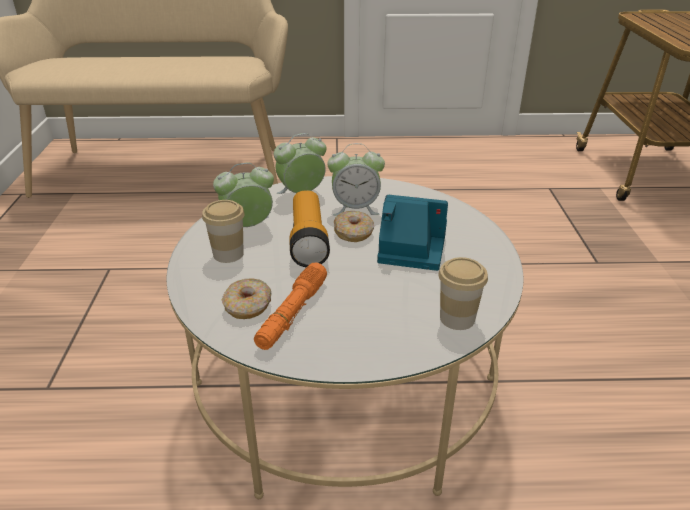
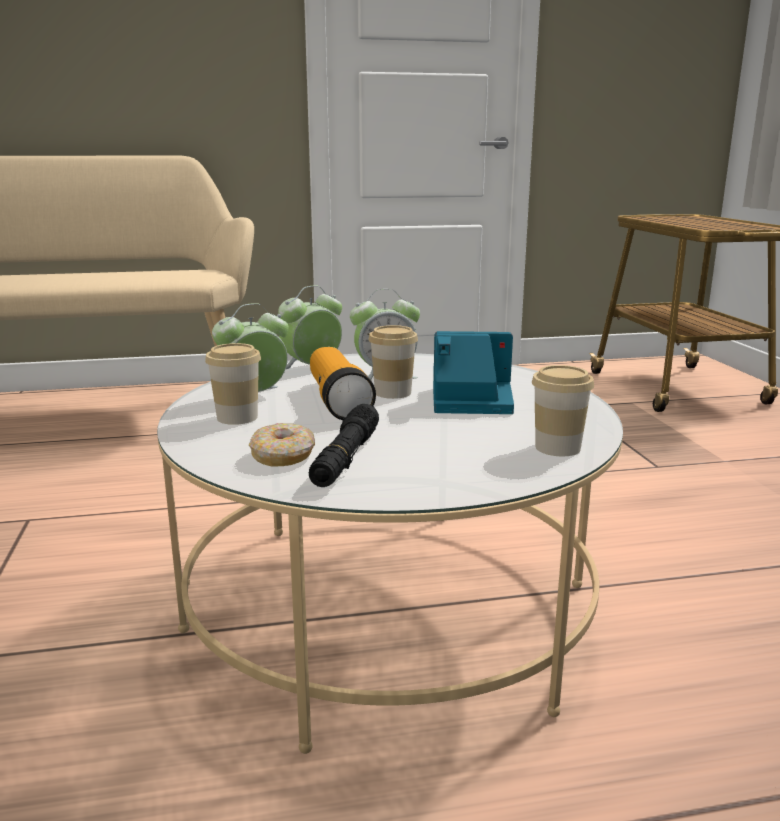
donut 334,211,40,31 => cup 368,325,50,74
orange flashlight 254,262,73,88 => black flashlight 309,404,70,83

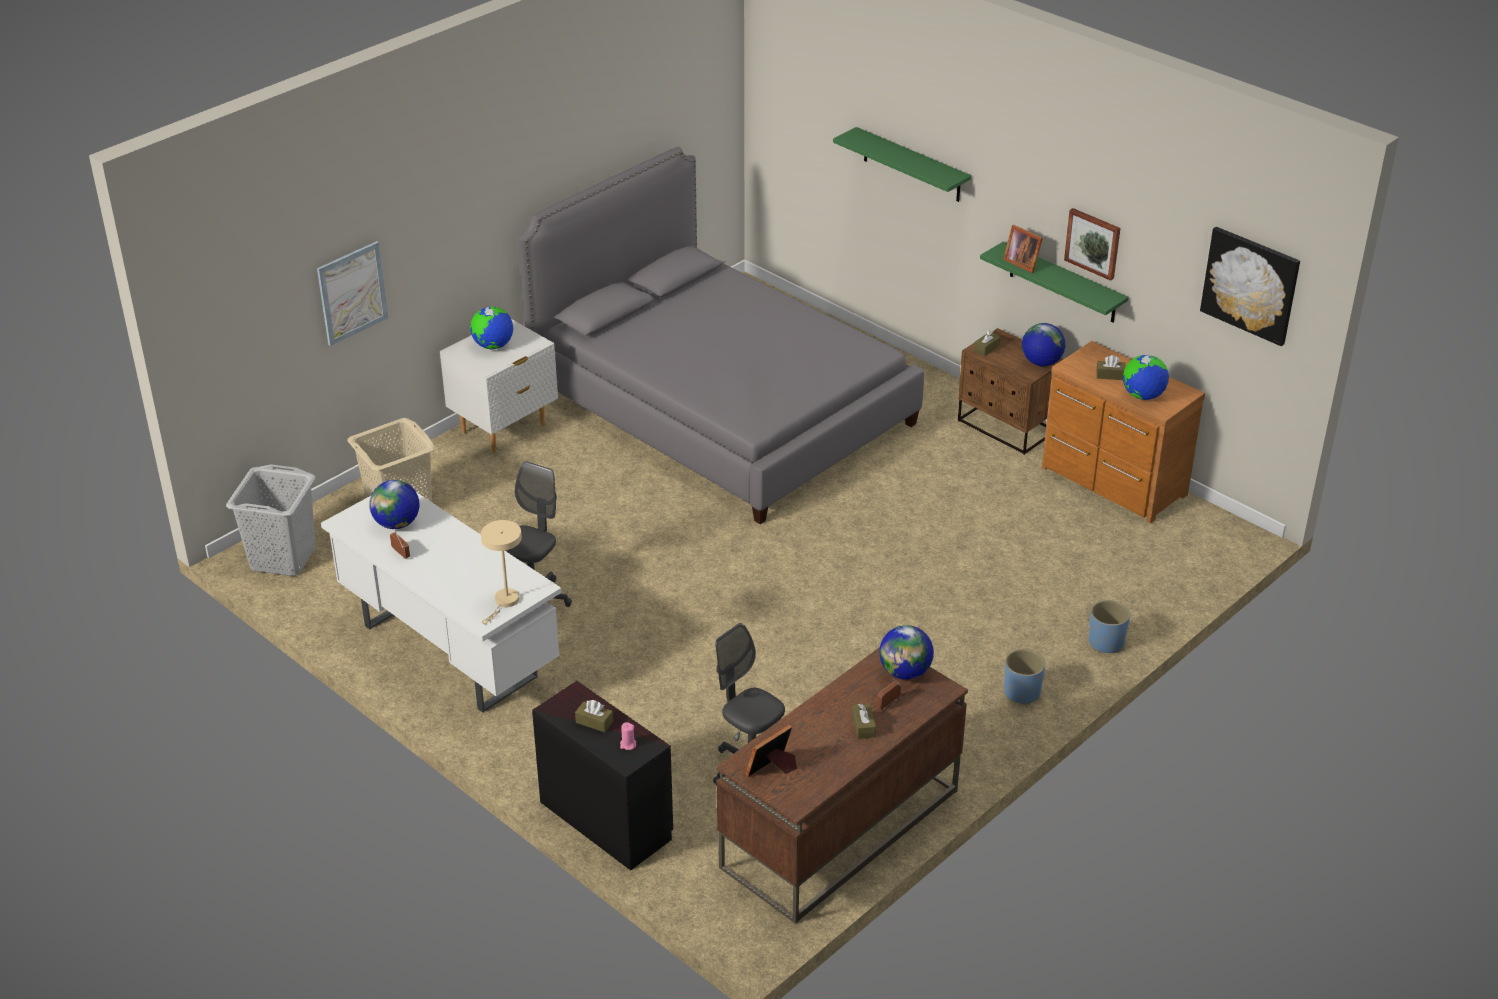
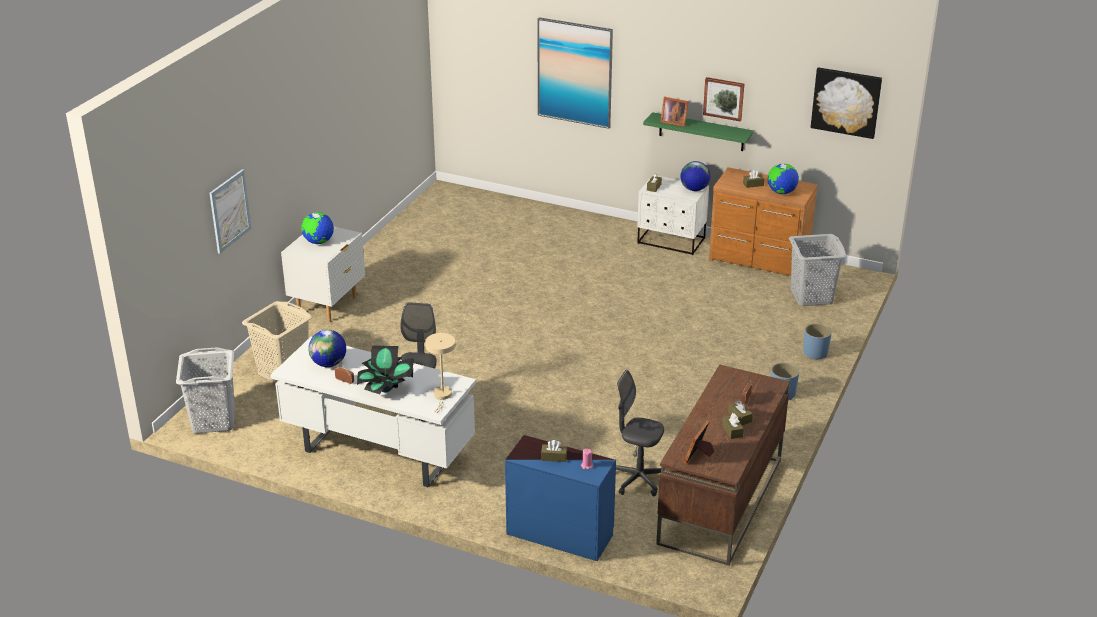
green shelf 833,127,138,75 => picture 537,17,76,112
grey bed 518,147,406,377 => nothing
brown nightstand 958,328,105,127 => white nightstand 637,175,72,80
globe 879,625,55,55 => nothing
black dresser 532,681,141,189 => blue dresser 505,435,111,126
nothing => grey laundry basket 789,234,58,72
nothing => potted plant 357,346,57,48
nothing => brown tissue box 722,413,22,26

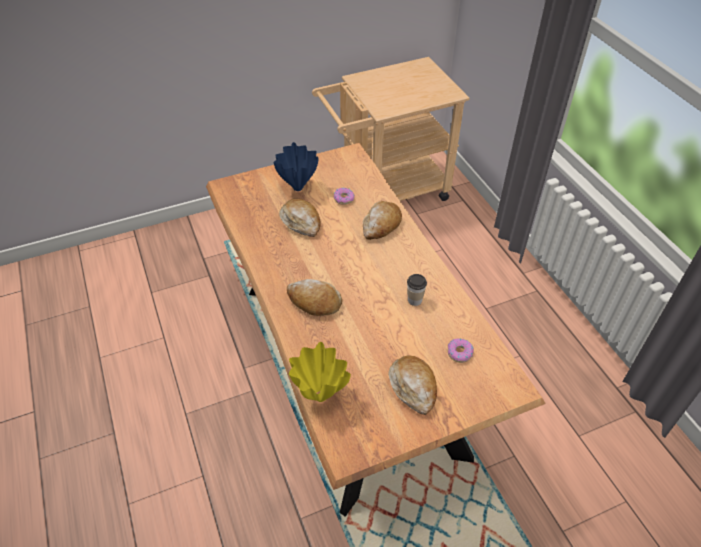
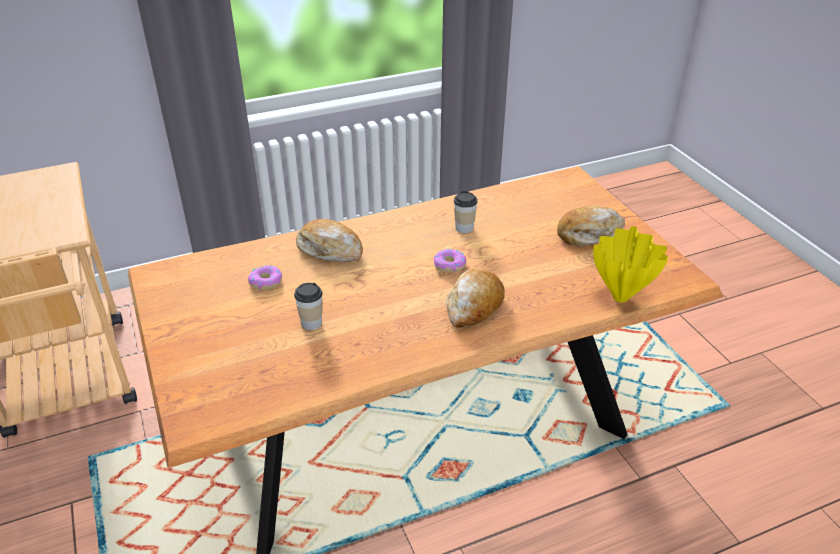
blue vase 274,142,45,49 => nothing
bread 279,199,42,38 => cup 294,283,28,47
donut 448,338,26,25 => donut 434,249,32,23, shifted

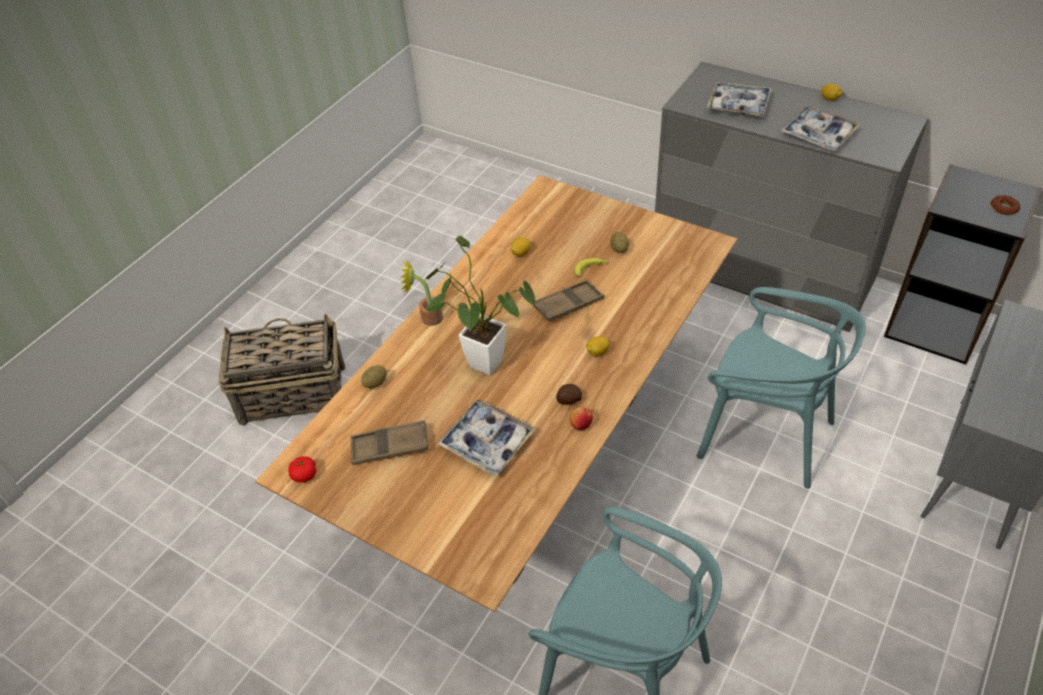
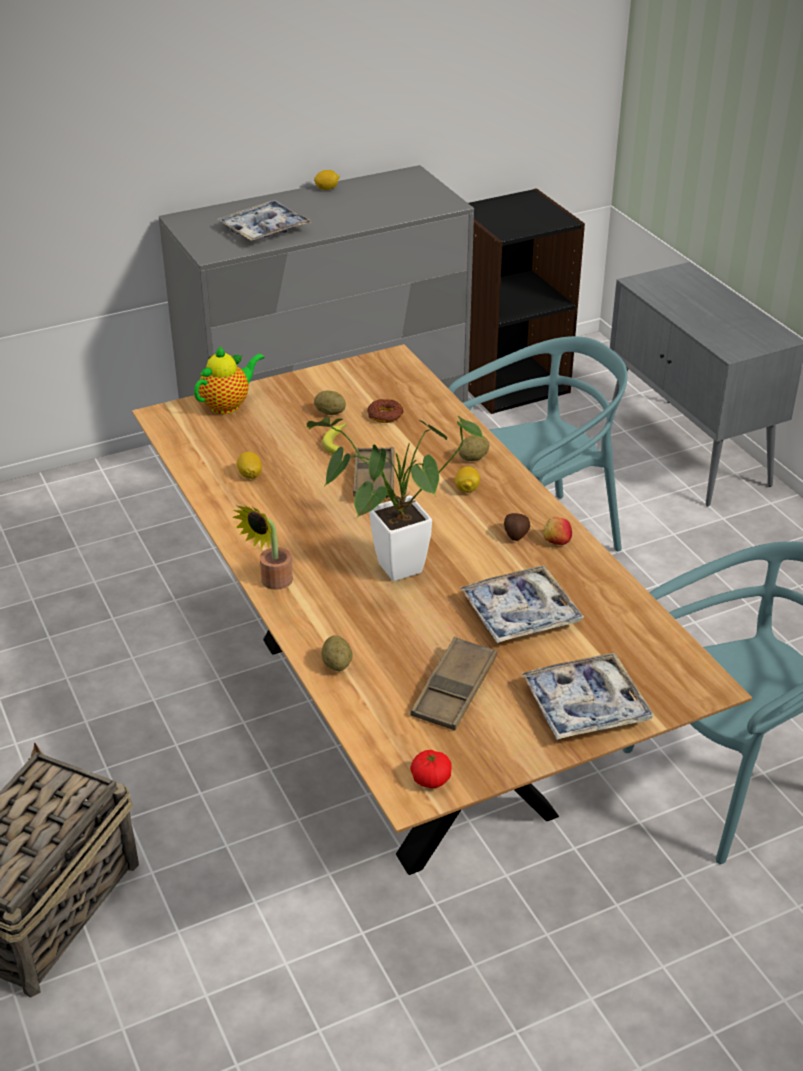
tray 781,106,80,45 => tray 521,653,133,87, shifted
donut 990,195,30,20 => donut 367,399,37,24, shifted
nothing => teapot 194,345,71,69
nothing => potato 458,435,31,26

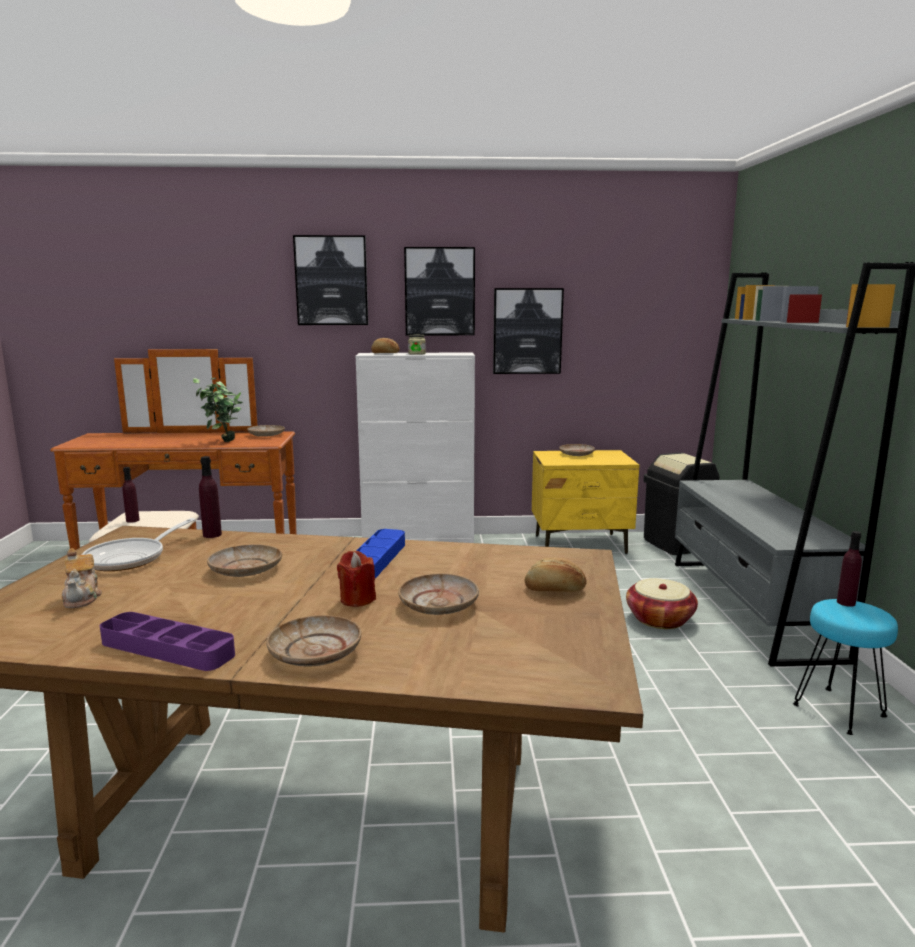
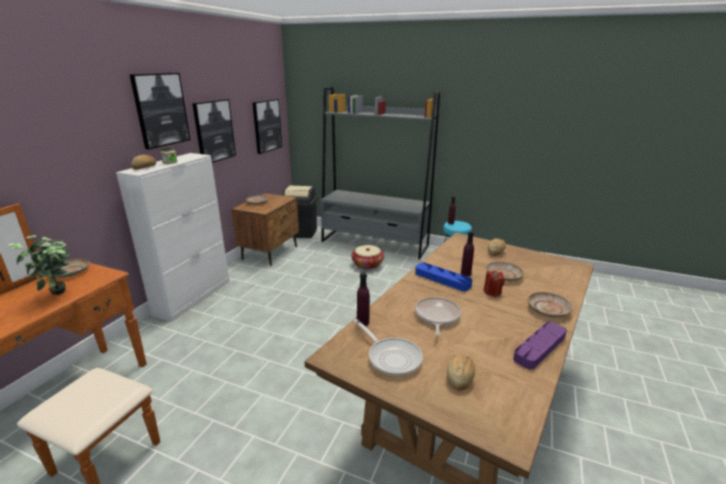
picture 293,235,75,90 => picture 252,99,30,55, shifted
yellow nightstand 532,450,107,104 => brown nightstand 231,193,68,73
purple bottle 122,467,18,56 => purple bottle 461,231,13,45, shifted
beige plate 207,544,75,33 => frying pan 415,297,46,39
teapot 62,548,40,60 => bread 447,355,28,36

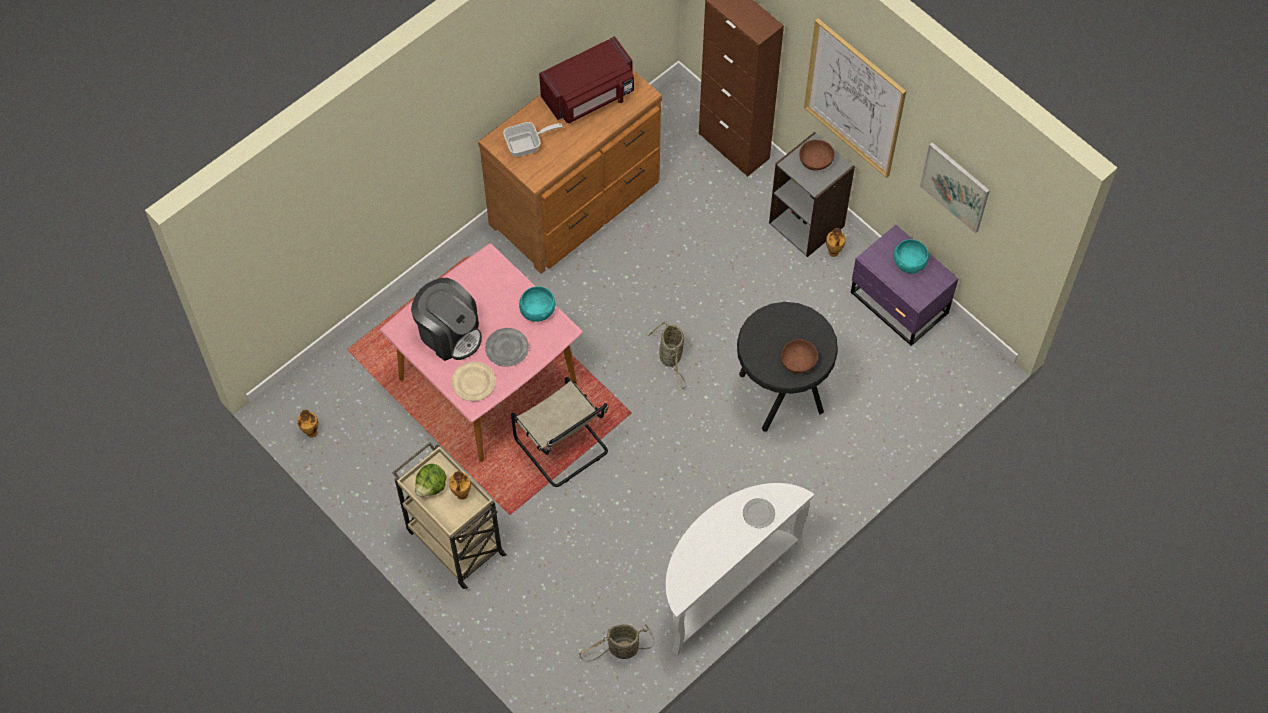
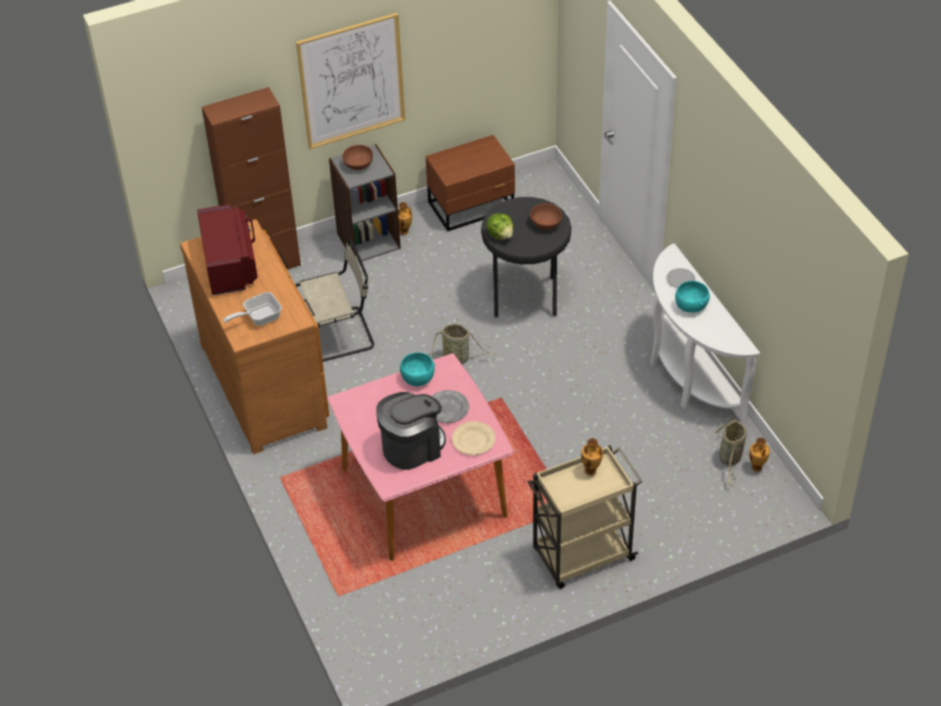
frying pan 503,122,60,35 => frying pan 223,292,59,34, 120 degrees counterclockwise
picture 920,142,70,91 => nothing
purple nightstand 851,225,108,121 => brown nightstand 426,135,89,97
turquoise bowl 894,239,35,35 => turquoise bowl 675,281,35,32, shifted
beige chair 511,377,97,110 => beige chair 295,240,79,122, shifted
vase 297,410,21,28 => vase 749,438,21,34, shifted
lettuce 415,464,31,33 => lettuce 487,213,27,27, shifted

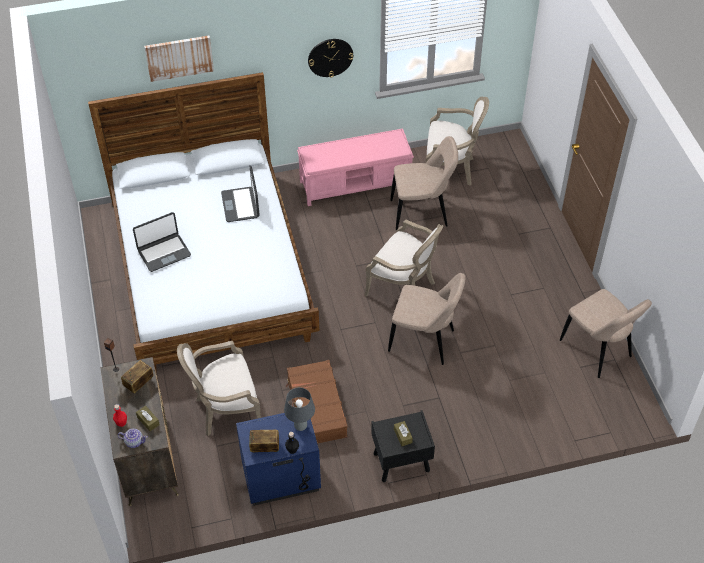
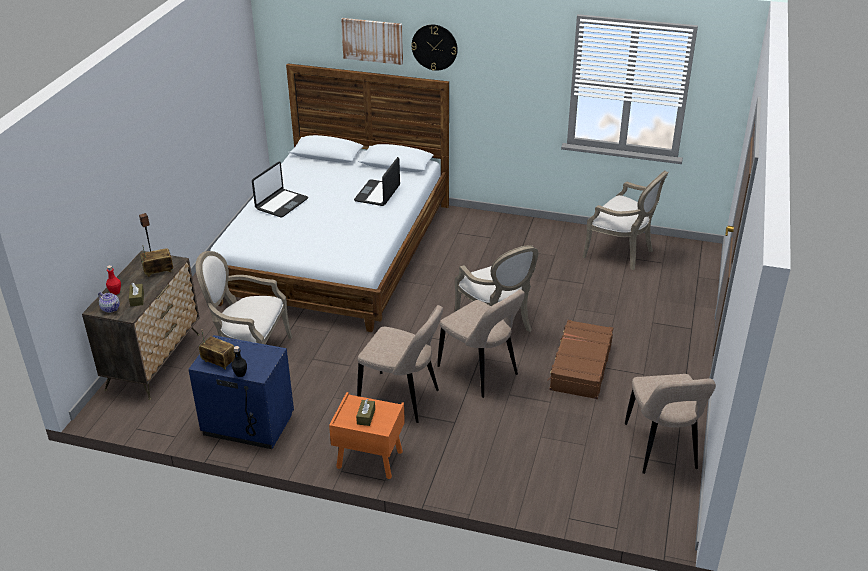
wall clock 308,39,45,39 => wall clock 411,25,47,46, shifted
pink bench 297,128,117,78 => nothing
beige chair 390,136,68,95 => beige chair 357,305,86,118, shifted
laptop 133,212,58,60 => laptop 252,162,56,55, 60 degrees counterclockwise
brown suitcase 286,360,62,83 => brown suitcase 547,320,66,79, shifted
grey table lamp 284,387,31,44 => nothing
black nightstand 371,410,64,72 => orange nightstand 329,392,76,87

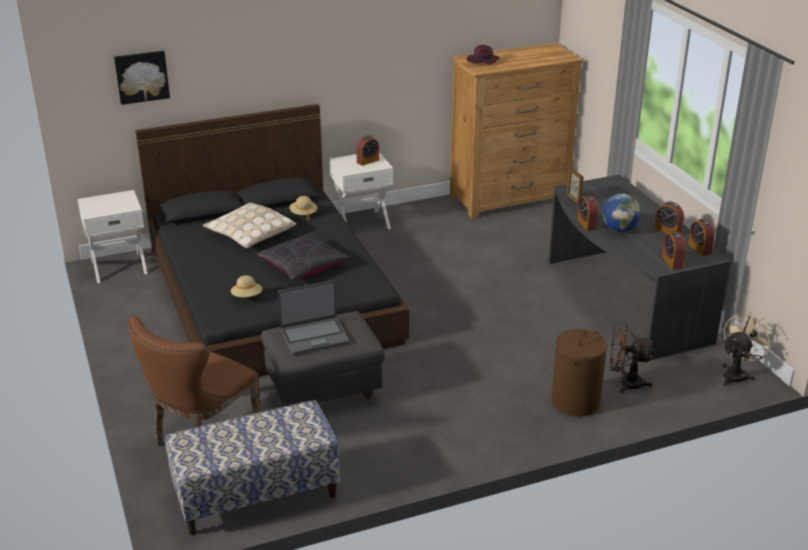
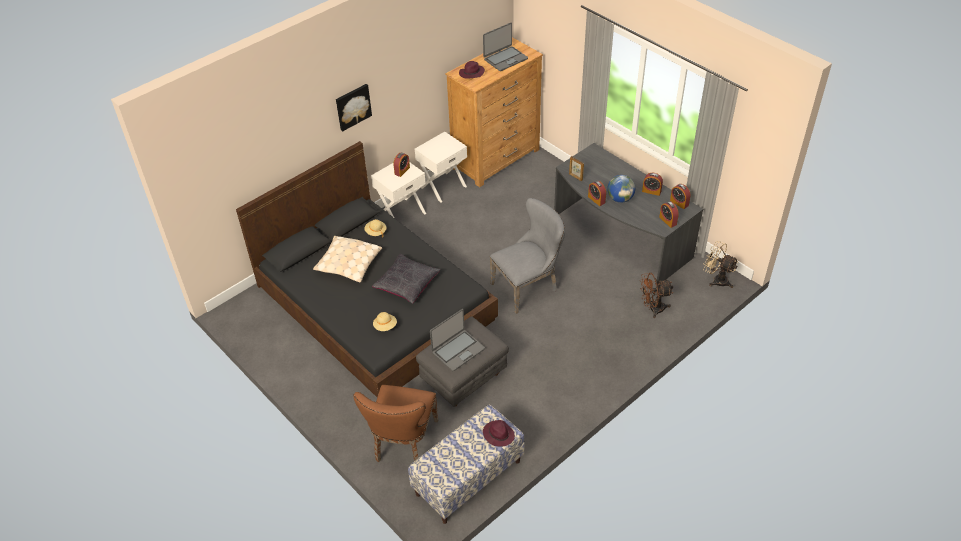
picture 114,51,56,54 => picture 336,84,36,47, shifted
white nightstand 77,190,70,93 => white nightstand 415,132,52,71, shifted
beige fan 723,312,51,74 => beige fan 703,241,36,47, 75 degrees counterclockwise
brown laundry basket 551,329,56,87 => nothing
nothing => laptop 483,23,45,48
nothing => grey chair 490,198,75,116
nothing => purple hat 483,420,32,27

